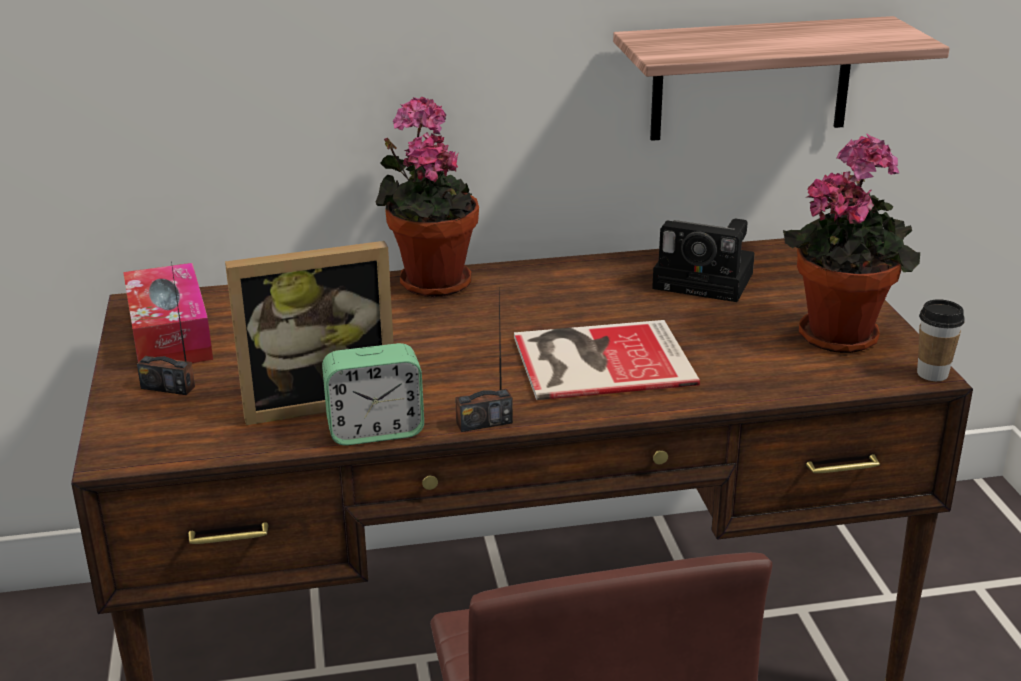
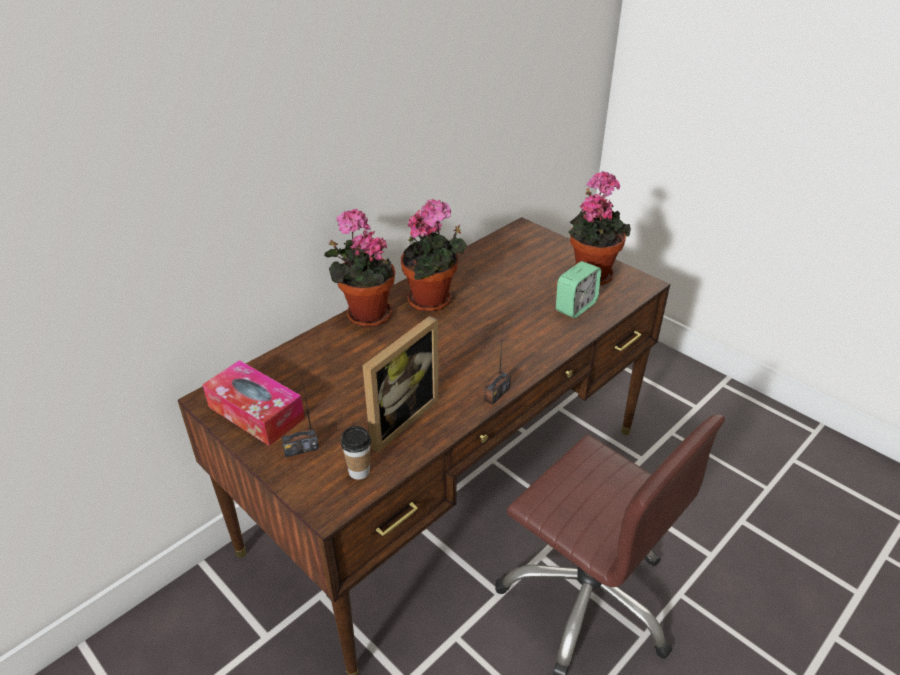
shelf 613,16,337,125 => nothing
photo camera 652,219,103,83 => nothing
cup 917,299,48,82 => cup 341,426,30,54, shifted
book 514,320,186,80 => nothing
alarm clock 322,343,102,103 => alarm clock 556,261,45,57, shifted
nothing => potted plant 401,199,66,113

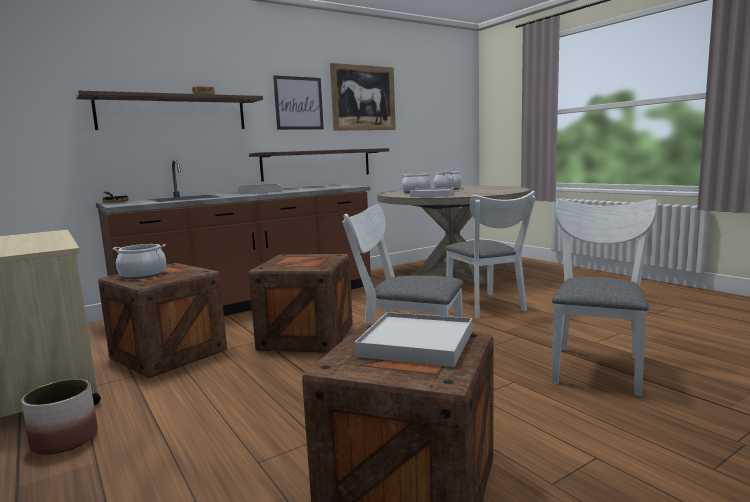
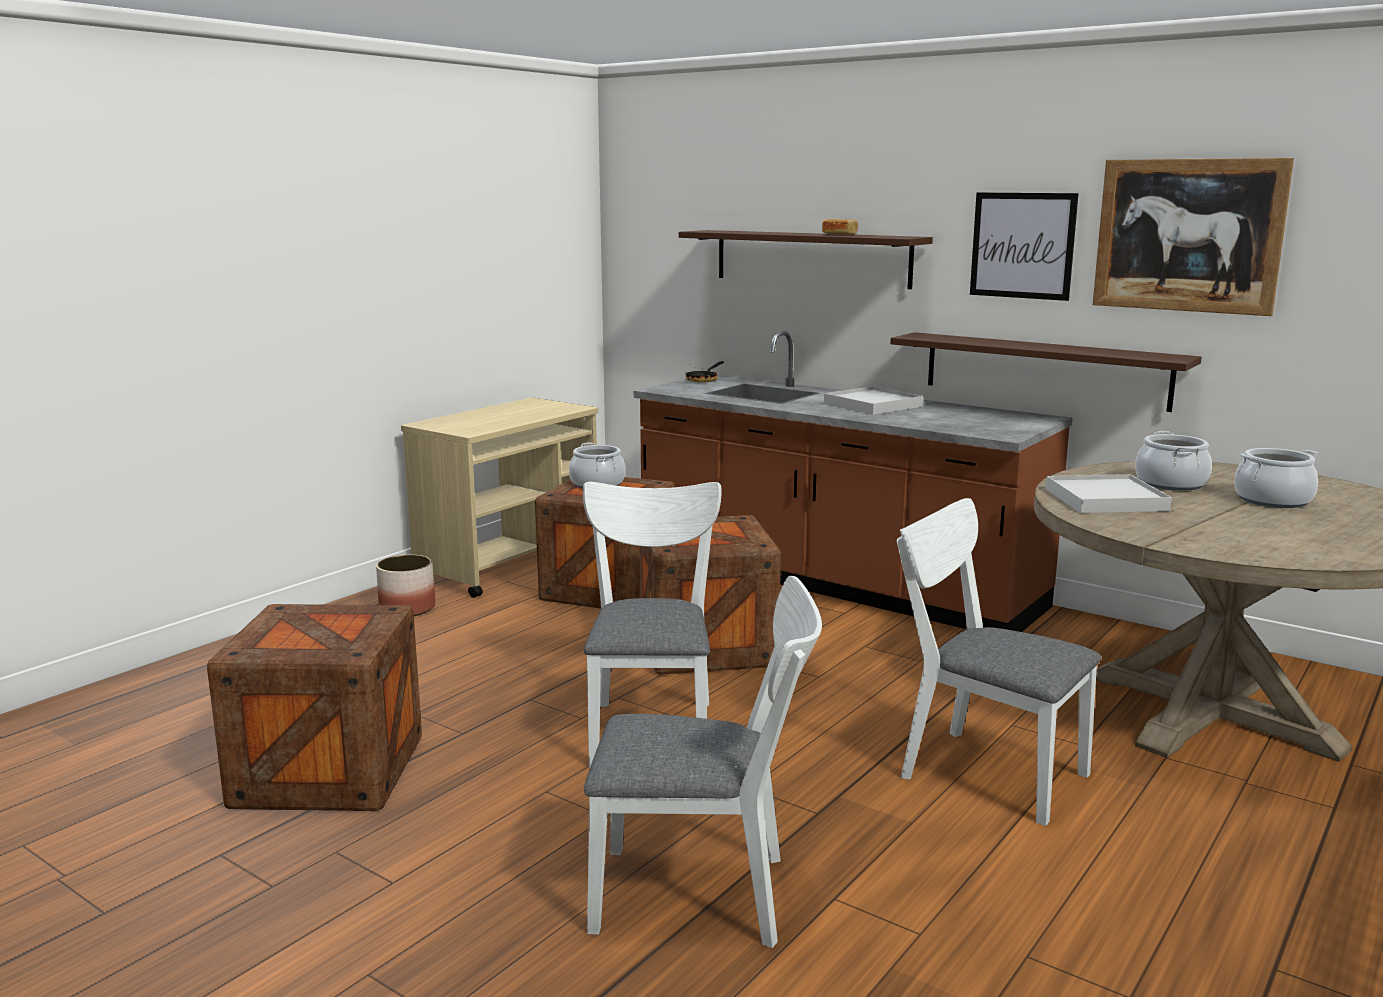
white chair 445,191,91,127 => white chair 897,498,204,328, 75 degrees clockwise
white tray 354,312,118,55 => nothing

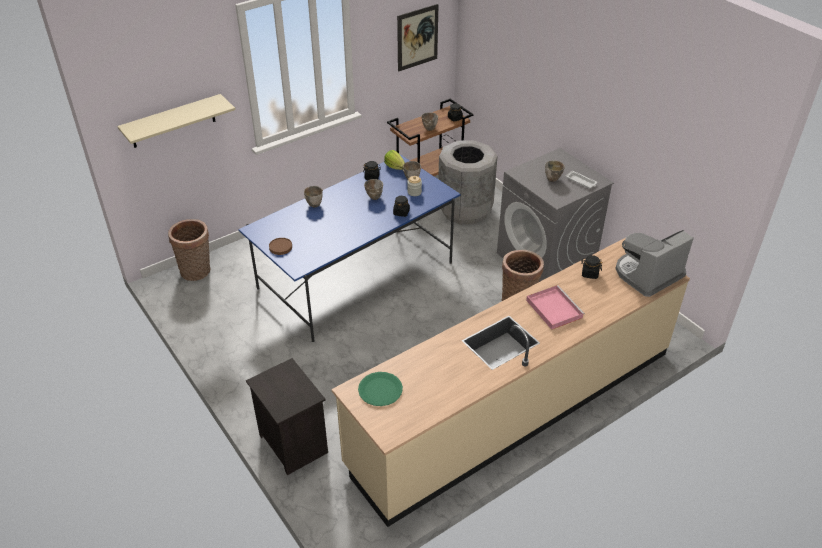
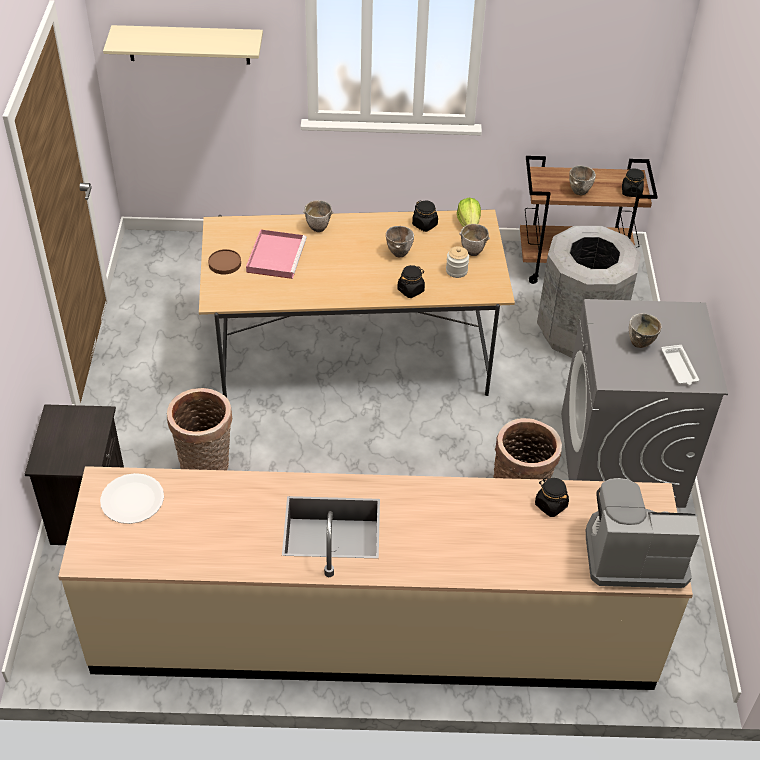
picture 397,4,42,68 => nothing
blue dining table 238,154,222,188 => beige dining table 199,209,316,189
basket 168,219,43,62 => basket 167,388,65,82, shifted
pink tray 526,285,59,45 => pink tray 246,229,61,50, shifted
green plate 358,372,45,34 => white plate 100,473,64,51

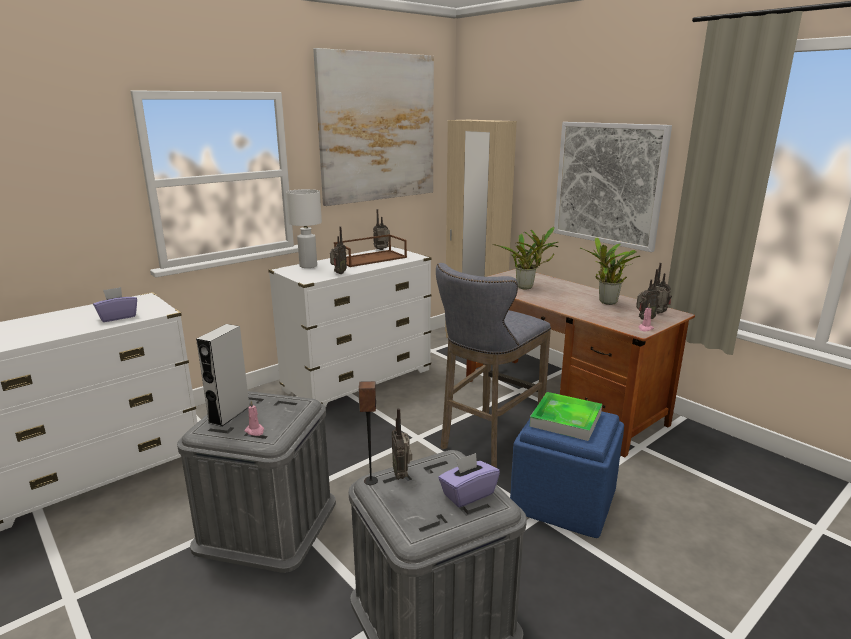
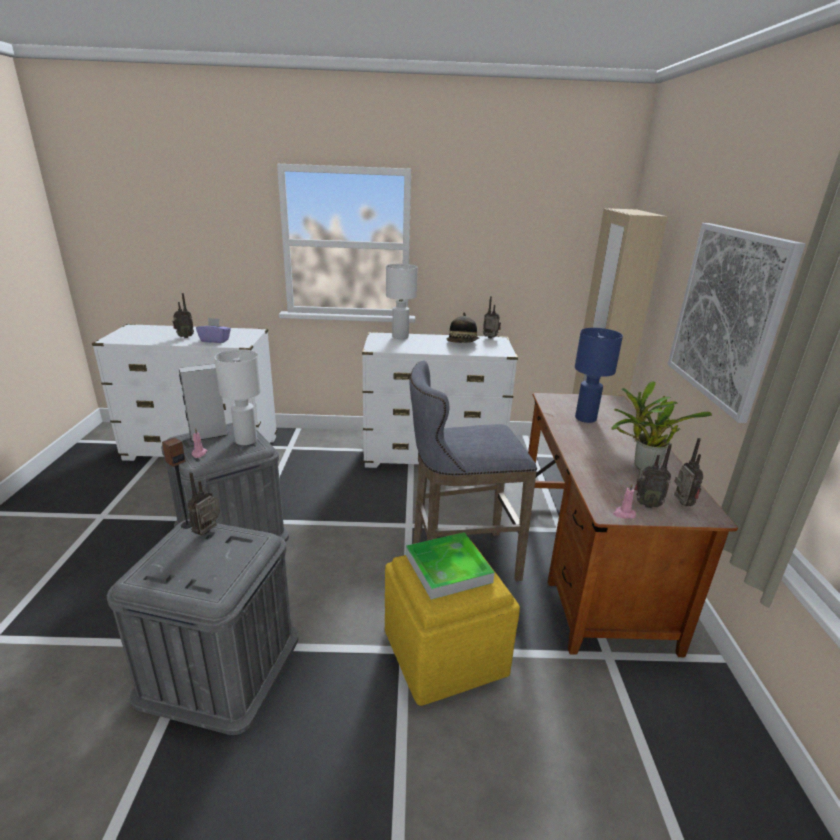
picture 313,48,121,158 => nothing
radio 330,226,17,48 => radio 172,293,22,45, shifted
potted plant 496,227,62,62 => blue table lamp 575,328,48,95
brown tray 334,234,73,33 => hat 447,312,32,31
blue ottoman 510,411,114,127 => yellow ottoman 385,541,135,165
purple tissue box 438,453,62,55 => nothing
nothing => white table lamp 214,349,47,96

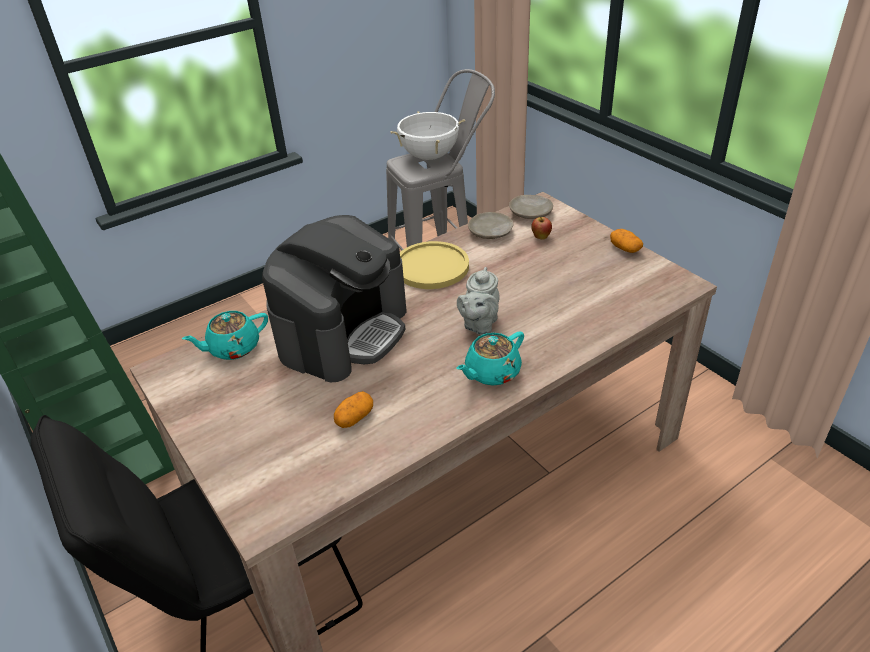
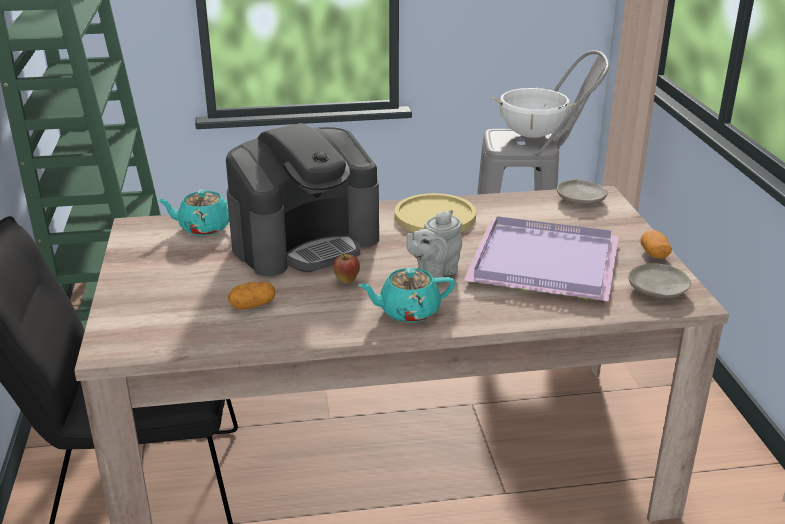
beige plate 468,212,45,27 => beige plate 628,263,63,35, shifted
apple 531,217,21,23 => apple 333,253,27,30, shifted
nothing => purple tray 464,216,155,85

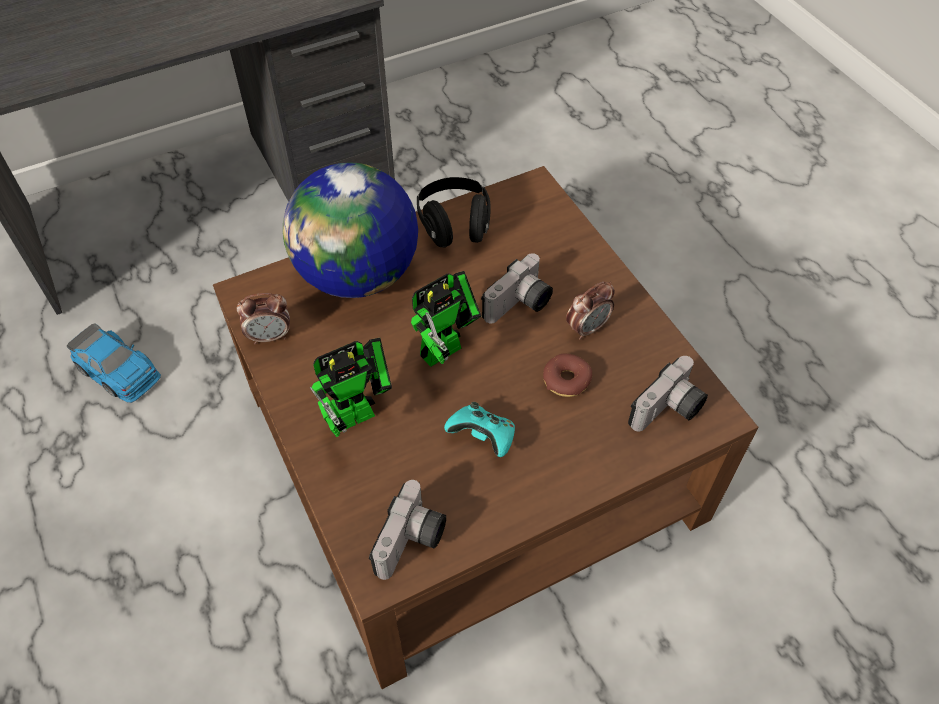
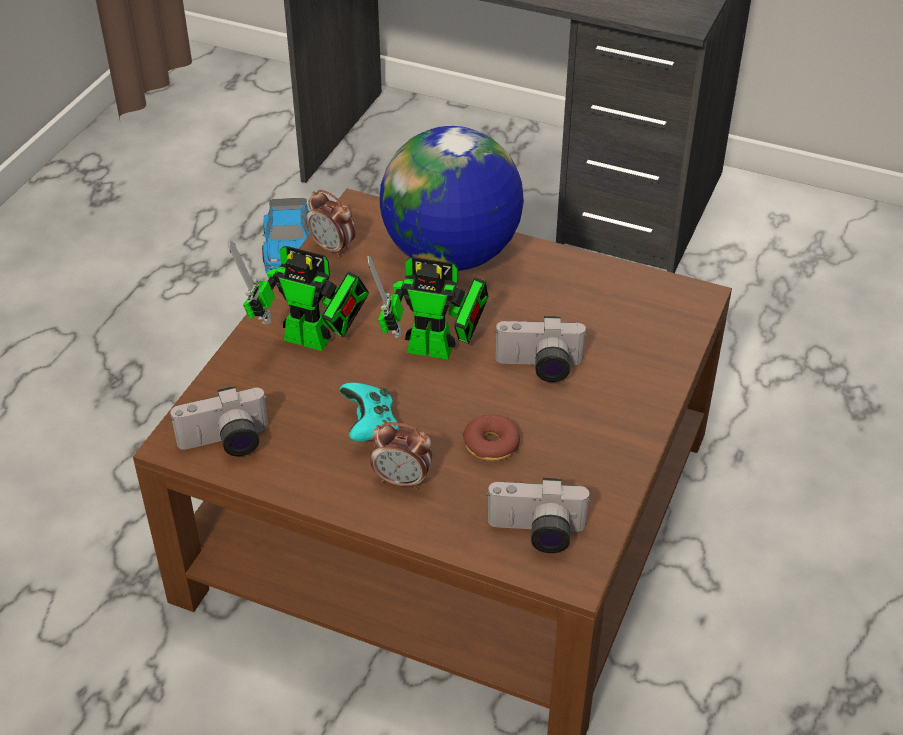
black headphones 417,177,74,71 => nothing
alarm clock 566,281,49,59 => alarm clock 370,422,62,68, shifted

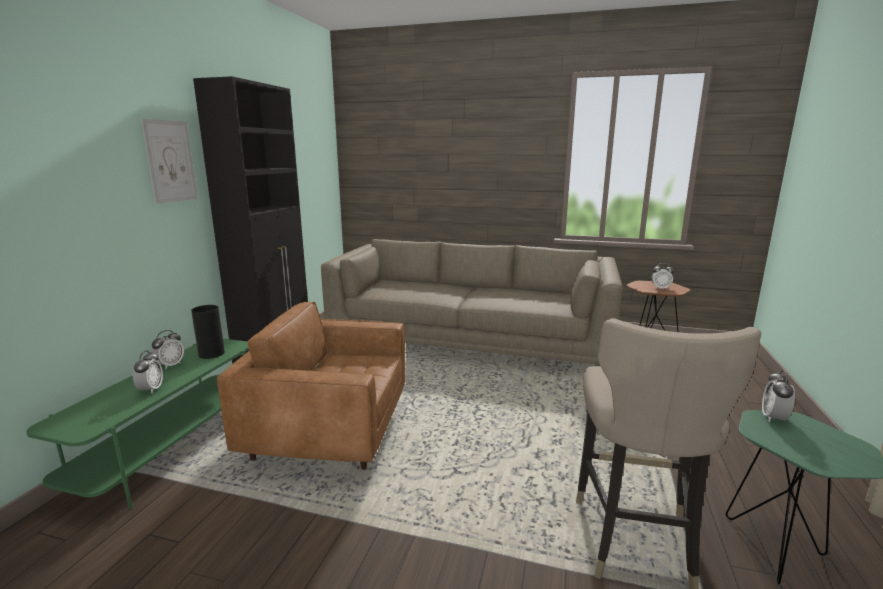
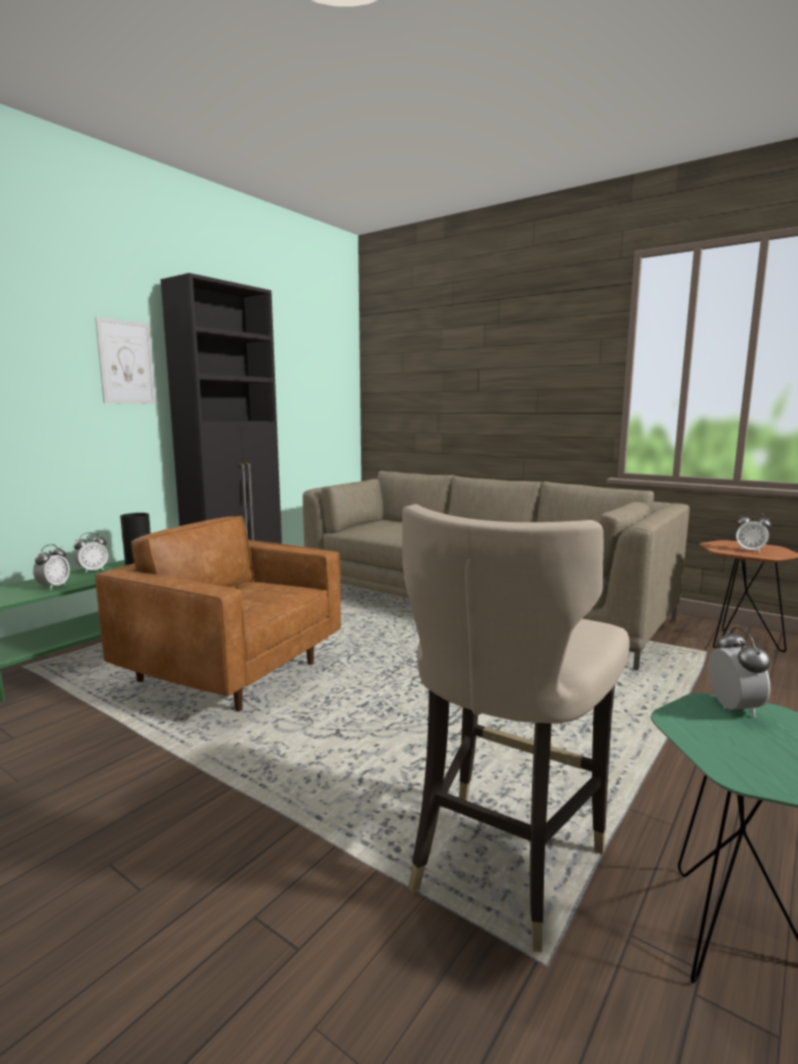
alarm clock 762,370,33,53 => alarm clock 708,627,63,90, 135 degrees clockwise

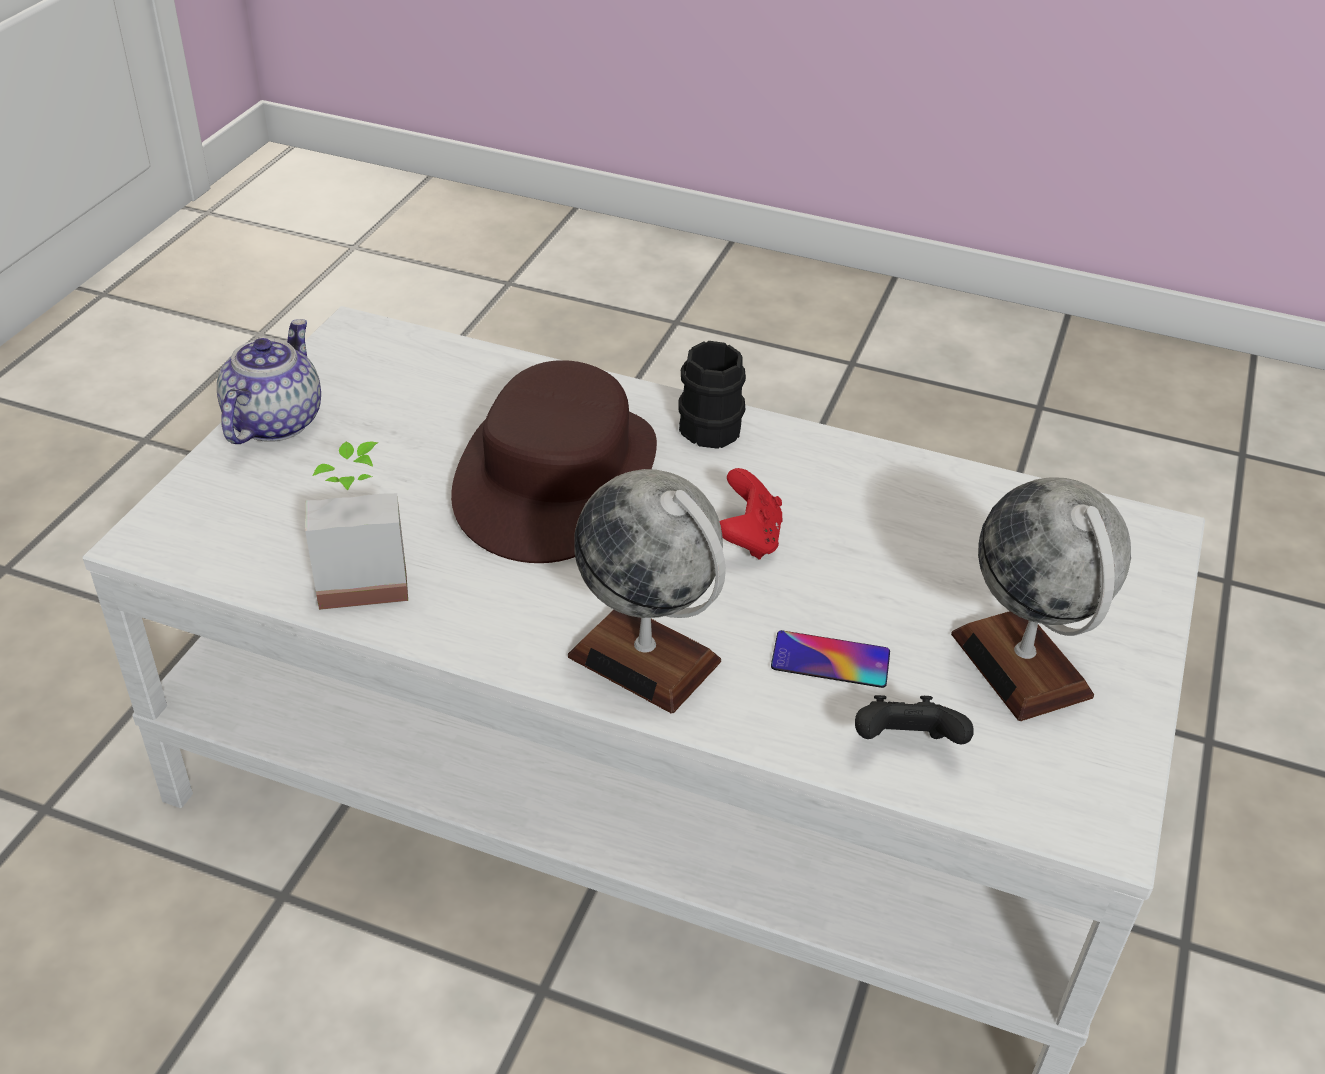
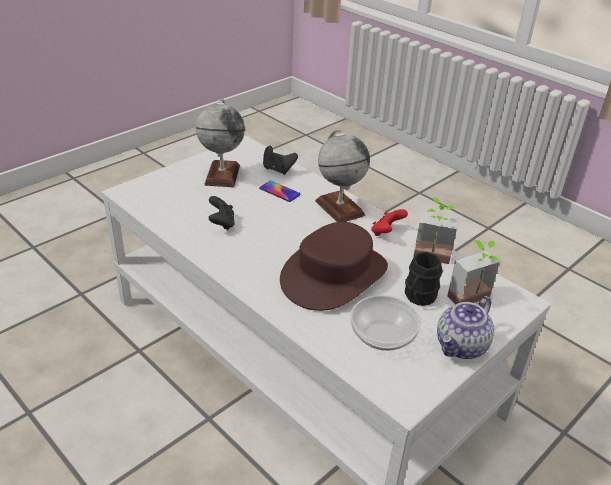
black mug 678,341,68,108 => black mug 405,252,38,54, shifted
red game controller 719,468,64,92 => red game controller 371,209,37,27, shifted
nothing => black game controller 208,196,27,34
nothing => potted plant 447,240,53,64
nothing => bowl 351,295,70,56

